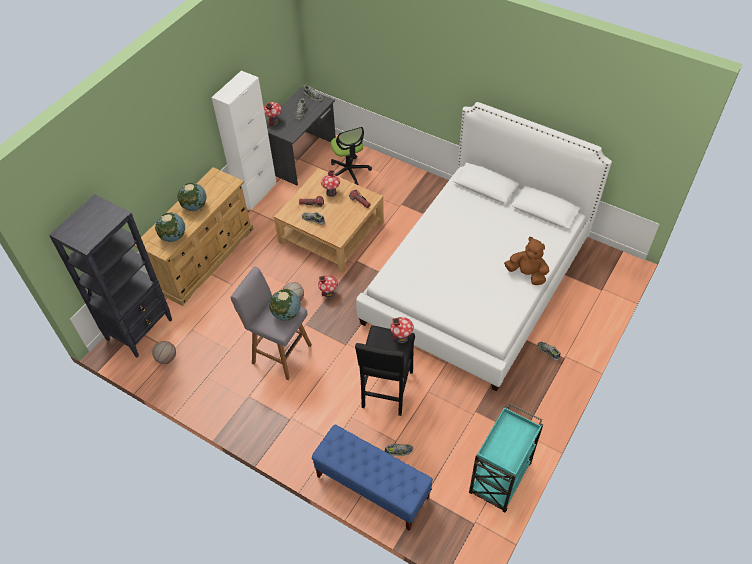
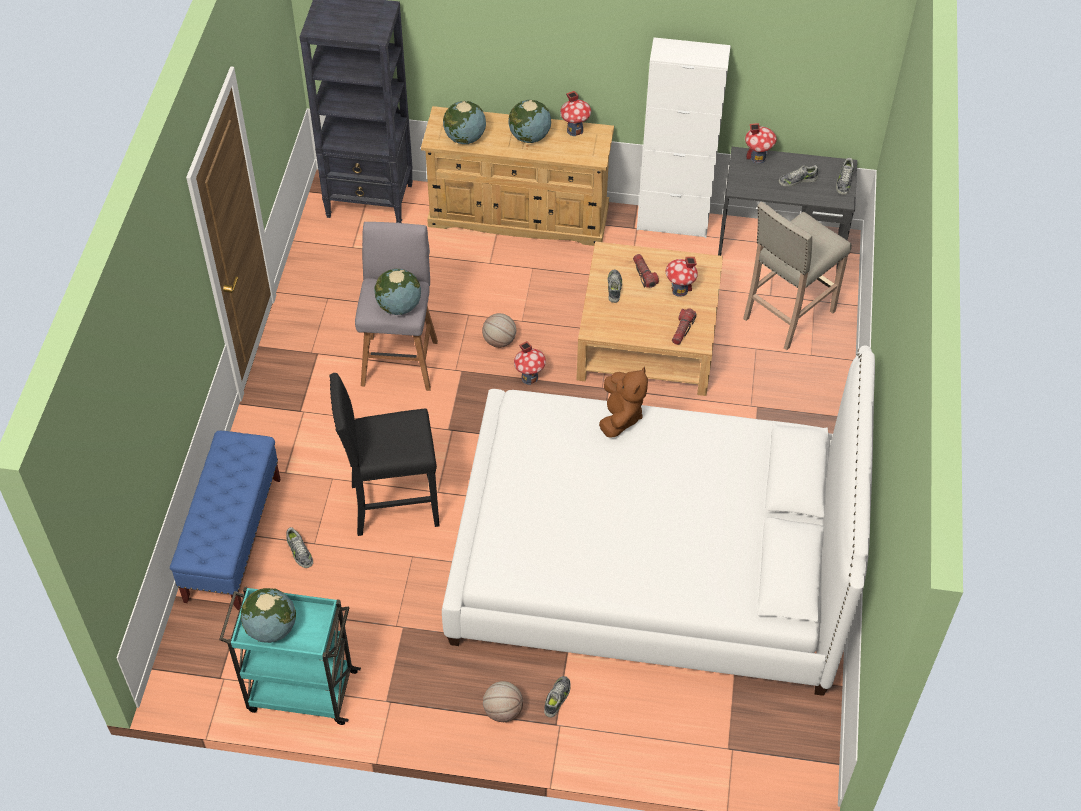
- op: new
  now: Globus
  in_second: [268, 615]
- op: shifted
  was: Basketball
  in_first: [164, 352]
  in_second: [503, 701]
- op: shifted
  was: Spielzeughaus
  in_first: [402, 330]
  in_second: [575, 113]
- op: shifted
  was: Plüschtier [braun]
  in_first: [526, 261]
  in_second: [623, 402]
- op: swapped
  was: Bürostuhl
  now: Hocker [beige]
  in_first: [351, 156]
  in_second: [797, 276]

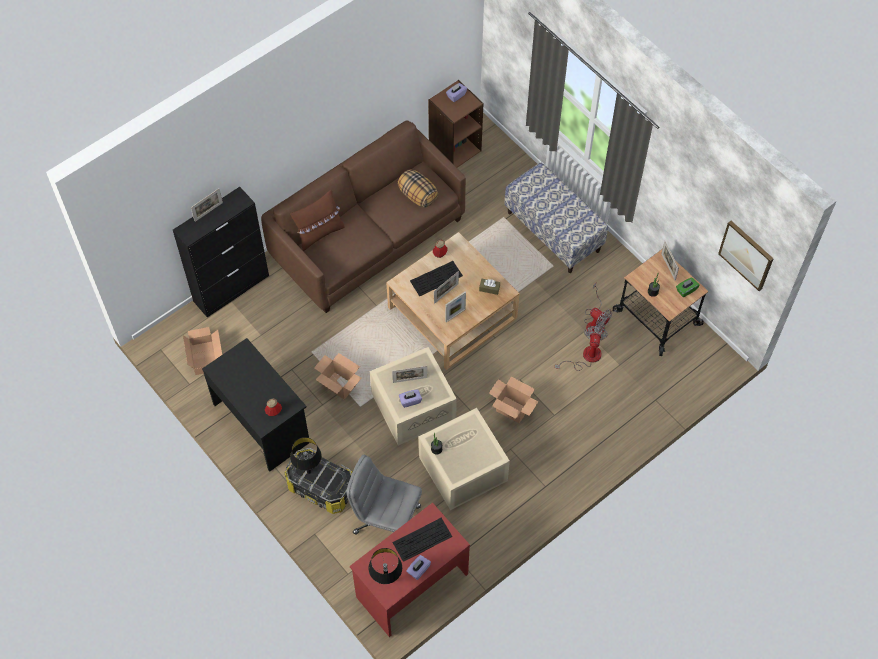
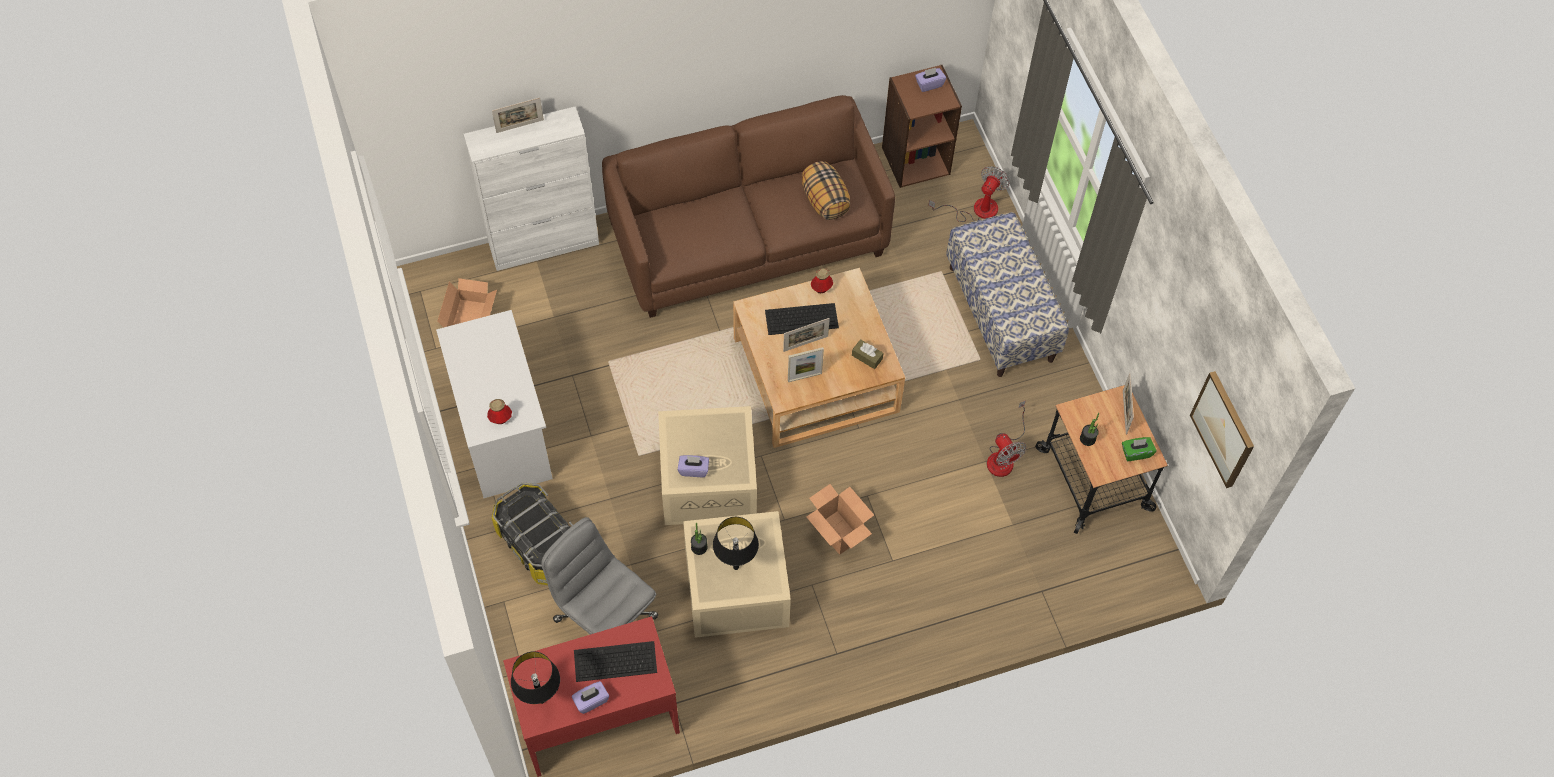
- op: repainted
  was: Schreibtisch [schwarz]
  now: Schreibtisch [weiß]
  in_first: [255, 405]
  in_second: [494, 404]
- op: repainted
  was: Schrank [schwarz]
  now: Schrank [weiß]
  in_first: [221, 252]
  in_second: [531, 189]
- op: shifted
  was: Tischlampe [schwarz]
  in_first: [306, 455]
  in_second: [736, 543]
- op: shifted
  was: Ventilator
  in_first: [581, 348]
  in_second: [969, 194]
- op: gone
  was: Kissen [braun]
  in_first: [317, 220]
- op: gone
  was: Karton
  in_first: [338, 376]
- op: gone
  was: Bilderrahmen
  in_first: [409, 374]

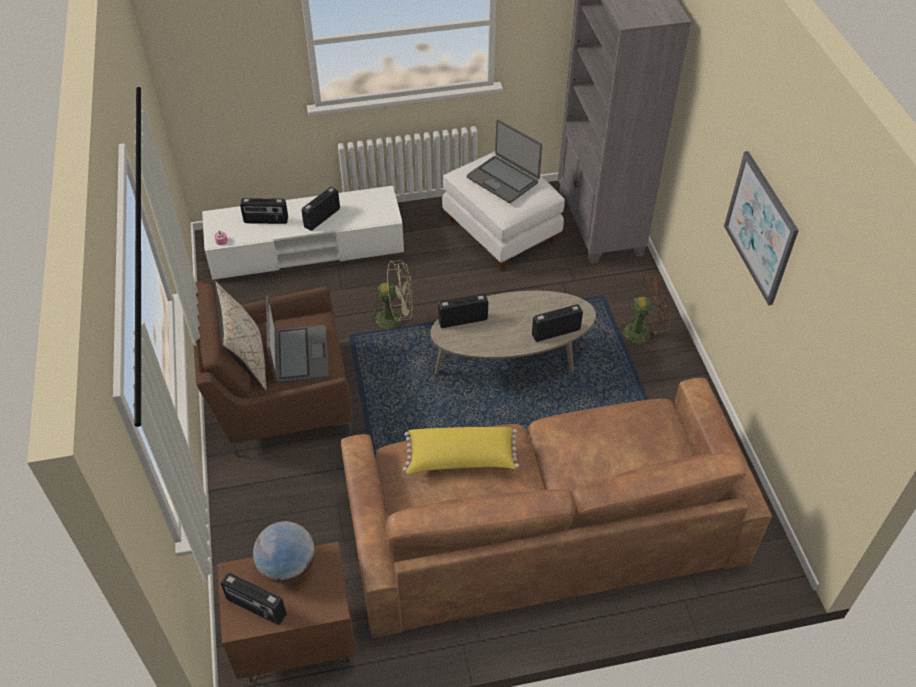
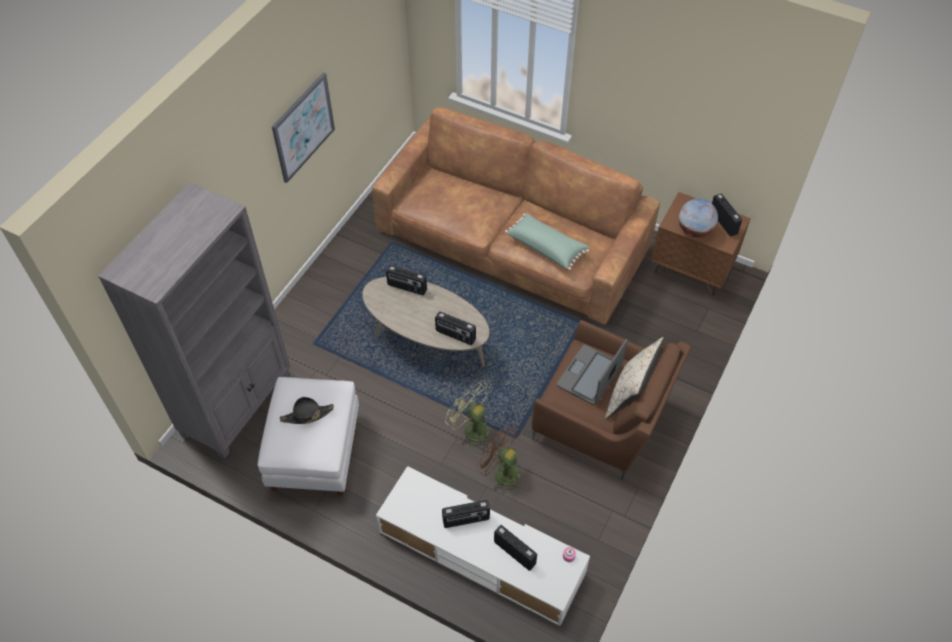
- op: swapped
  was: Laptop
  now: Hut [schwarz]
  in_first: [504, 161]
  in_second: [307, 410]
- op: shifted
  was: Ventilator [braun]
  in_first: [643, 312]
  in_second: [498, 458]
- op: repainted
  was: Kissen [gelb]
  now: Kissen [grün]
  in_first: [461, 450]
  in_second: [547, 241]

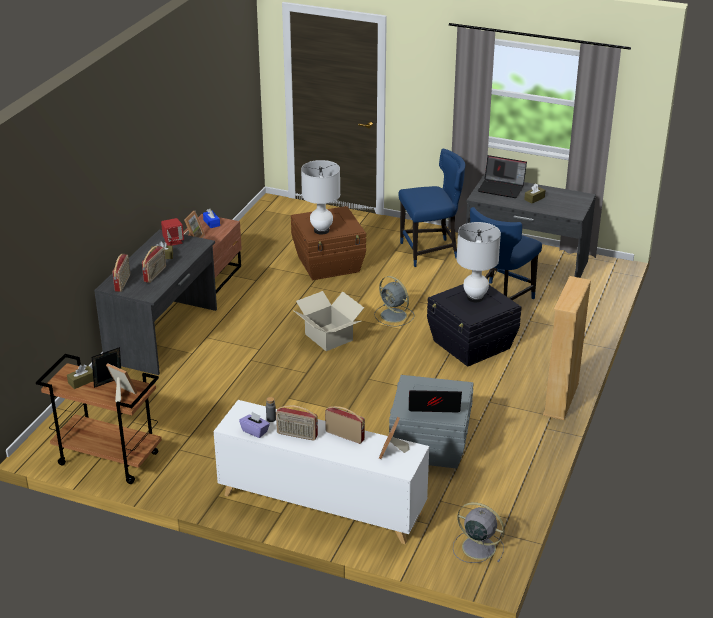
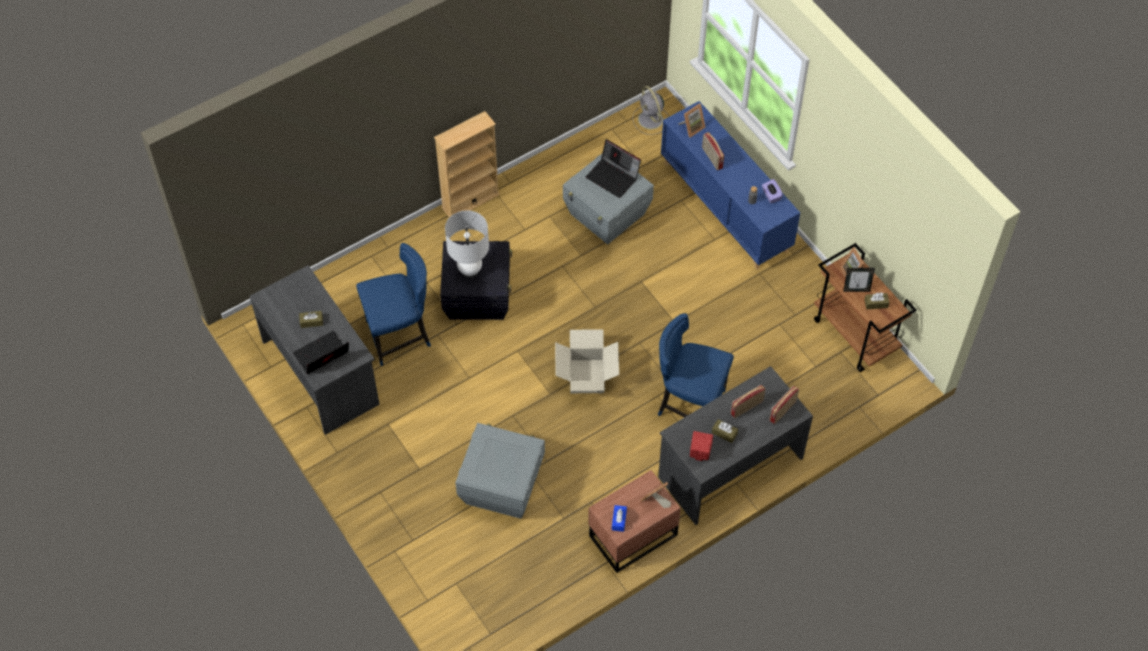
- op: rotated
  was: Laptop
  in_first: [502, 176]
  in_second: [321, 352]
  clockwise: -90
- op: repainted
  was: Aufbewahrungsbox [braun]
  now: Aufbewahrungsbox [grau]
  in_first: [328, 243]
  in_second: [500, 471]
- op: shifted
  was: Stuhl [blau]
  in_first: [431, 208]
  in_second: [696, 365]
- op: repainted
  was: Schrank [weiß]
  now: Schrank [blau]
  in_first: [321, 472]
  in_second: [730, 185]
- op: gone
  was: Radio
  in_first: [297, 423]
- op: gone
  was: Tischlampe [weiß]
  in_first: [320, 197]
- op: gone
  was: Ventilator [grau]
  in_first: [394, 301]

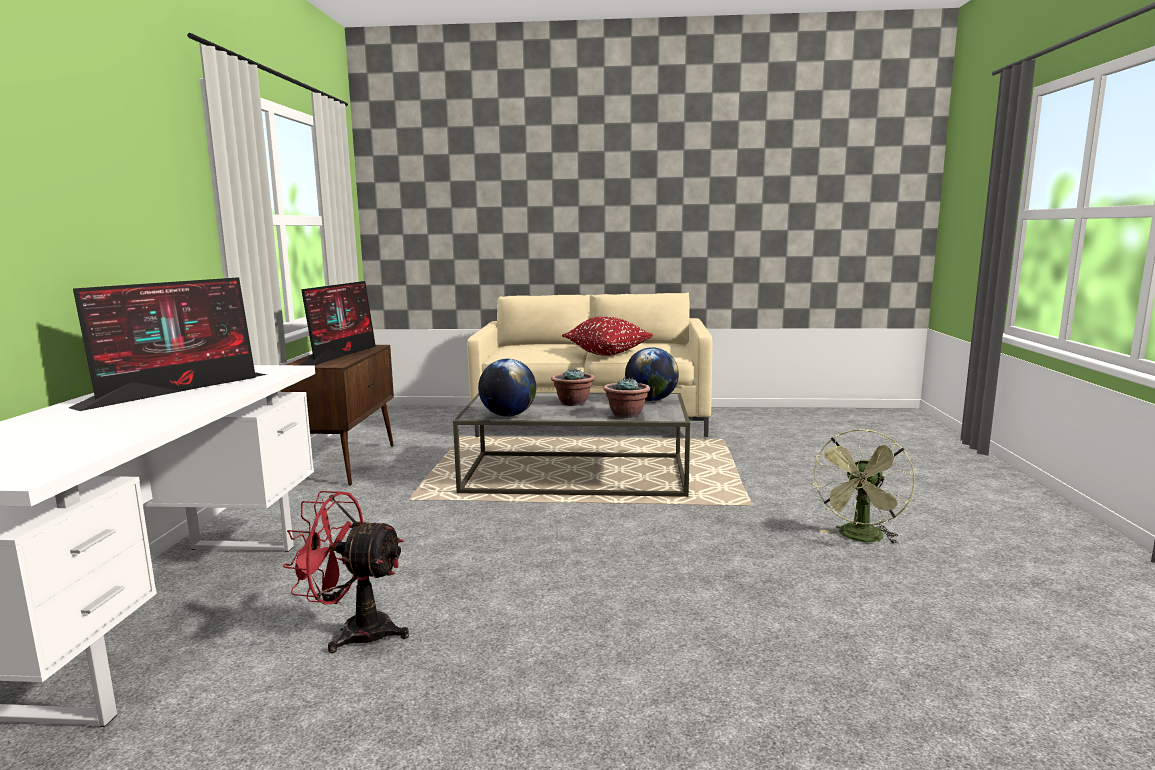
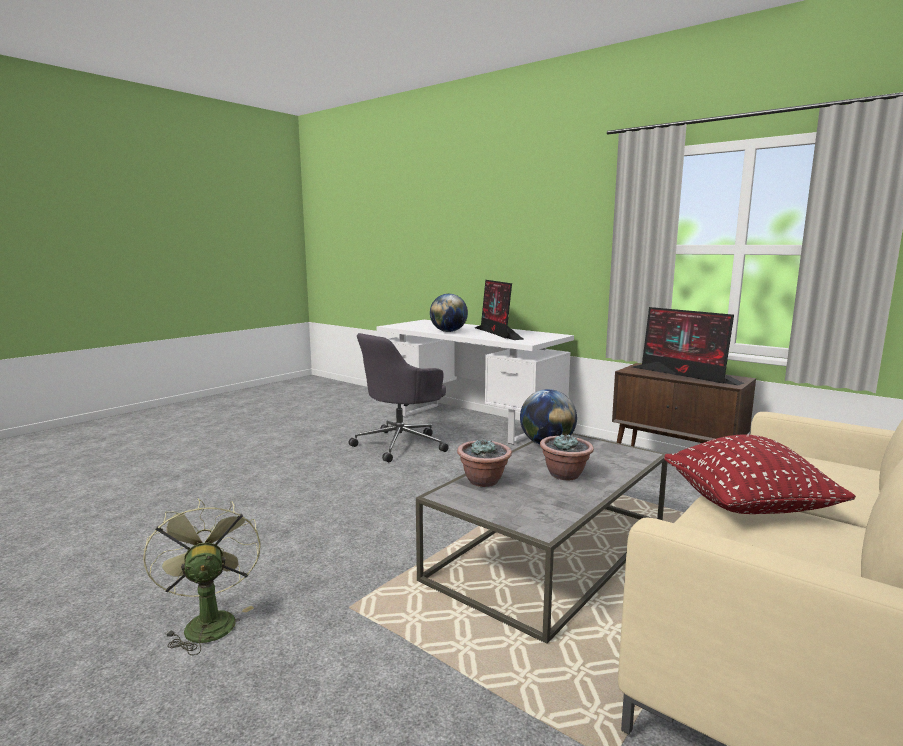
- op: swapped
  was: Ventilator [rot]
  now: Bürostuhl [grau]
  in_first: [346, 572]
  in_second: [399, 397]
- op: shifted
  was: Globus
  in_first: [652, 374]
  in_second: [449, 313]

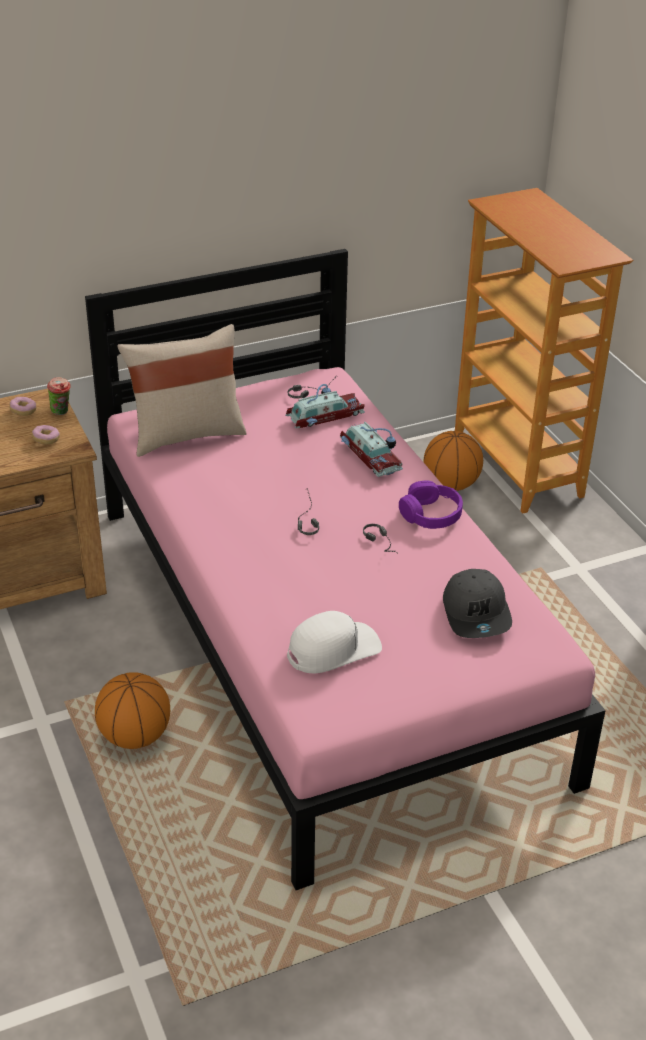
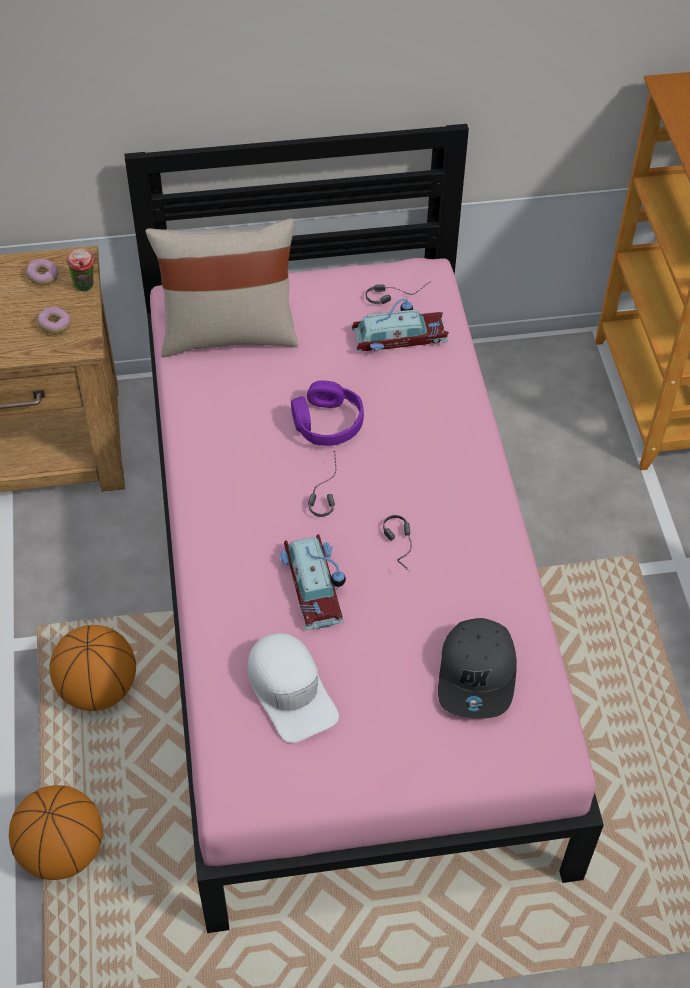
- op: shifted
  was: Basketball
  in_first: [453, 461]
  in_second: [56, 832]
- op: rotated
  was: Kappe [weiß]
  in_first: [334, 642]
  in_second: [293, 688]
  clockwise: 75
- op: shifted
  was: Spielzeugauto
  in_first: [371, 449]
  in_second: [312, 582]
- op: shifted
  was: Kopfhörer [lila]
  in_first: [431, 505]
  in_second: [327, 413]

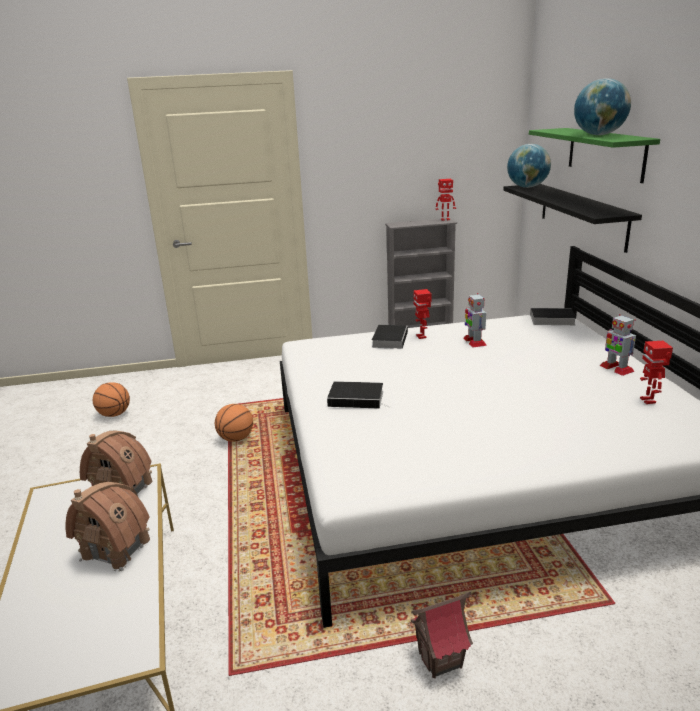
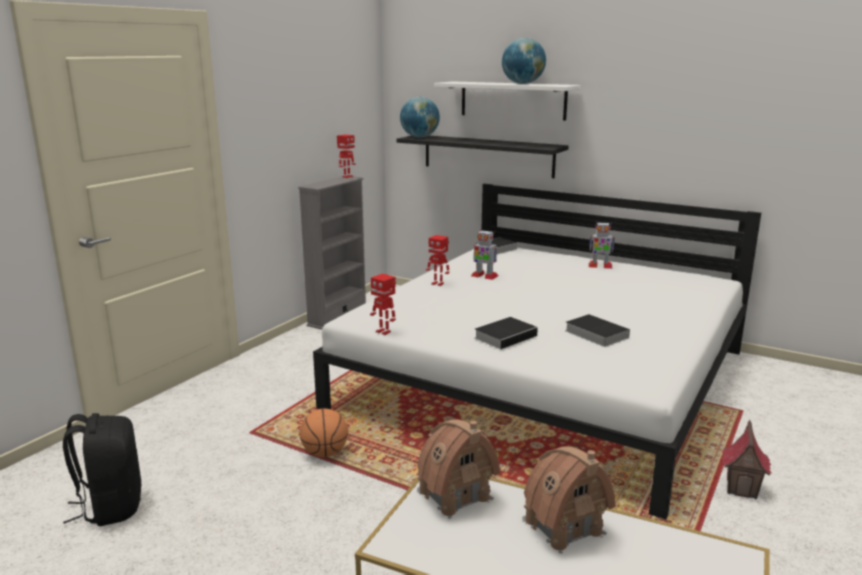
- op: swapped
  was: Basketball
  now: Rucksack [schwarz]
  in_first: [111, 399]
  in_second: [102, 469]
- op: shifted
  was: Spielzeugroboter
  in_first: [656, 372]
  in_second: [383, 304]
- op: repainted
  was: Wandregal [grün]
  now: Wandregal [weiß]
  in_first: [594, 155]
  in_second: [507, 101]
- op: shifted
  was: Buch
  in_first: [390, 337]
  in_second: [597, 330]

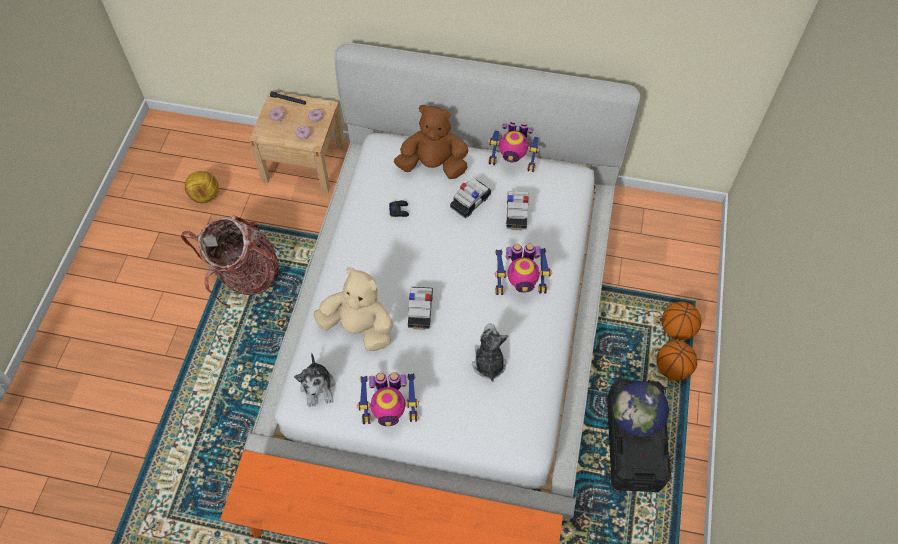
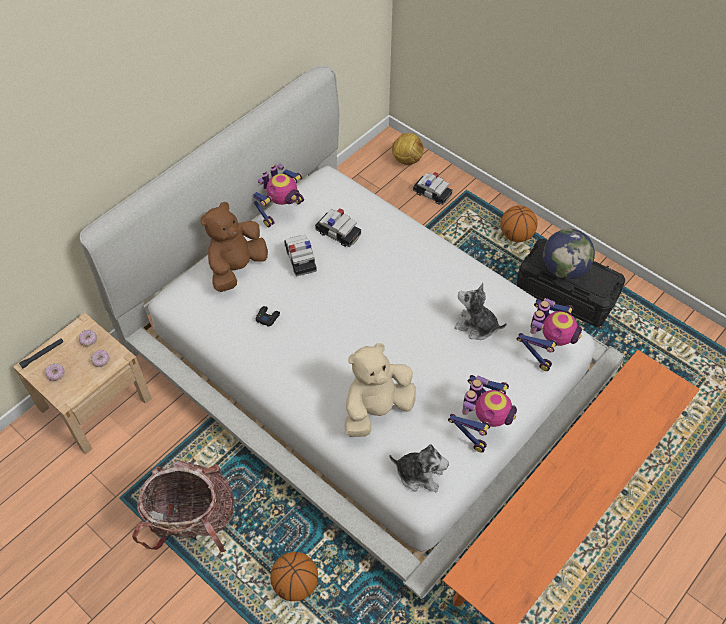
- op: shifted
  was: Basketball
  in_first: [681, 321]
  in_second: [294, 576]
- op: shifted
  was: Fußball
  in_first: [202, 187]
  in_second: [408, 149]
- op: shifted
  was: Spielzeugauto
  in_first: [420, 308]
  in_second: [433, 188]
- op: shifted
  was: Spielzeugroboter
  in_first: [523, 269]
  in_second: [549, 334]

